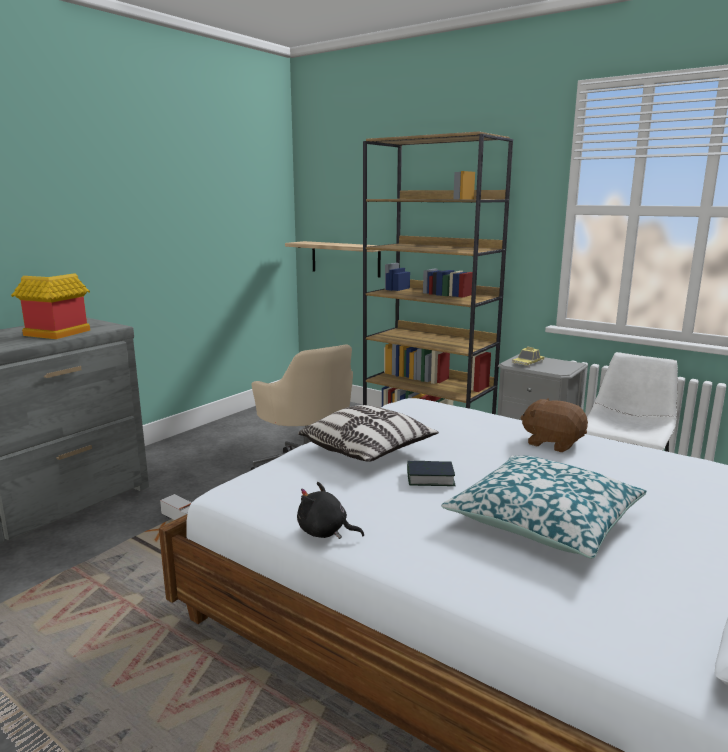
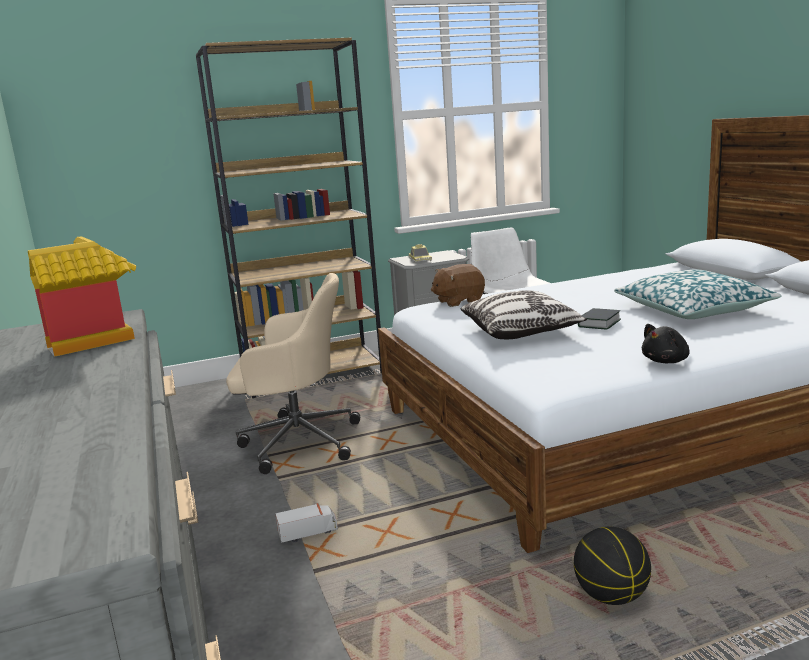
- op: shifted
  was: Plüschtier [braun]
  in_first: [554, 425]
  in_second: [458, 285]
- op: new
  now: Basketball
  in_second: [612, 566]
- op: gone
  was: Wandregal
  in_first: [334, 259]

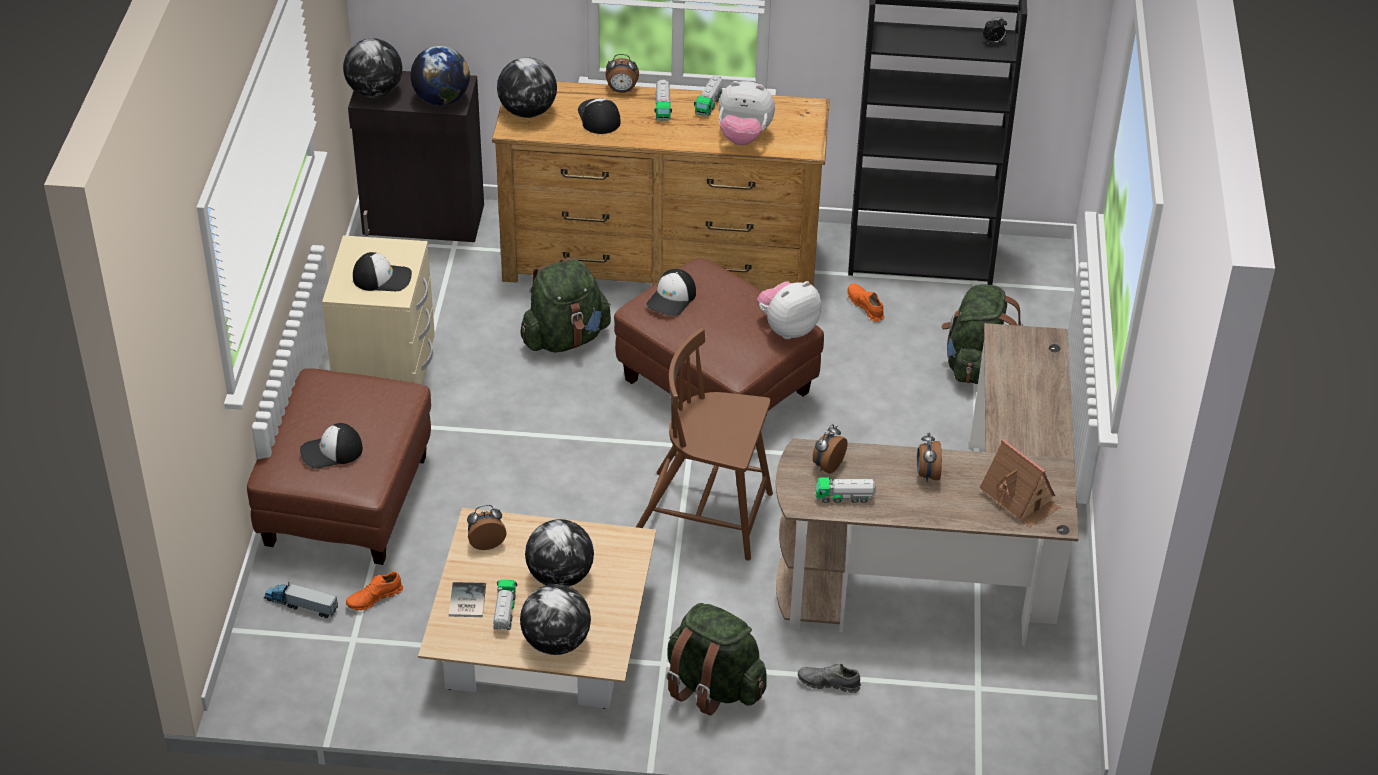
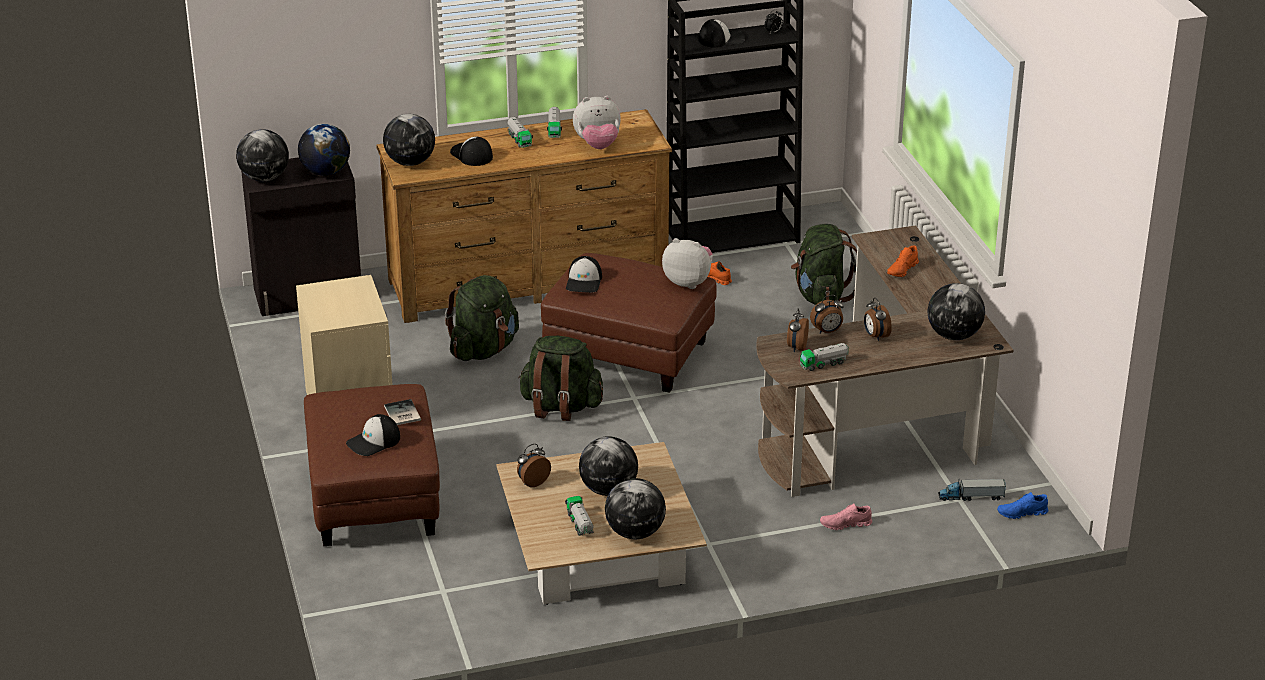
- op: shifted
  was: Buch
  in_first: [467, 599]
  in_second: [402, 412]
- op: shifted
  was: Rucksack [grün]
  in_first: [716, 659]
  in_second: [560, 378]
- op: rotated
  was: Plüschtier
  in_first: [789, 310]
  in_second: [687, 263]
  clockwise: 75
- op: shifted
  was: Kappe
  in_first: [382, 271]
  in_second: [721, 33]
- op: shifted
  was: Wecker
  in_first: [622, 73]
  in_second: [827, 314]
- op: repainted
  was: Schuh [grau]
  now: Schuh [rosa]
  in_first: [829, 678]
  in_second: [846, 517]
- op: shifted
  was: Schuh [orange]
  in_first: [374, 591]
  in_second: [903, 261]
- op: swapped
  was: Spielzeughaus
  now: Globus
  in_first: [1019, 483]
  in_second: [956, 311]
- op: shifted
  was: Spielzeuglaster
  in_first: [301, 600]
  in_second: [972, 490]
- op: new
  now: Schuh [blau]
  in_second: [1022, 505]
- op: gone
  was: Stuhl [braun]
  in_first: [704, 444]

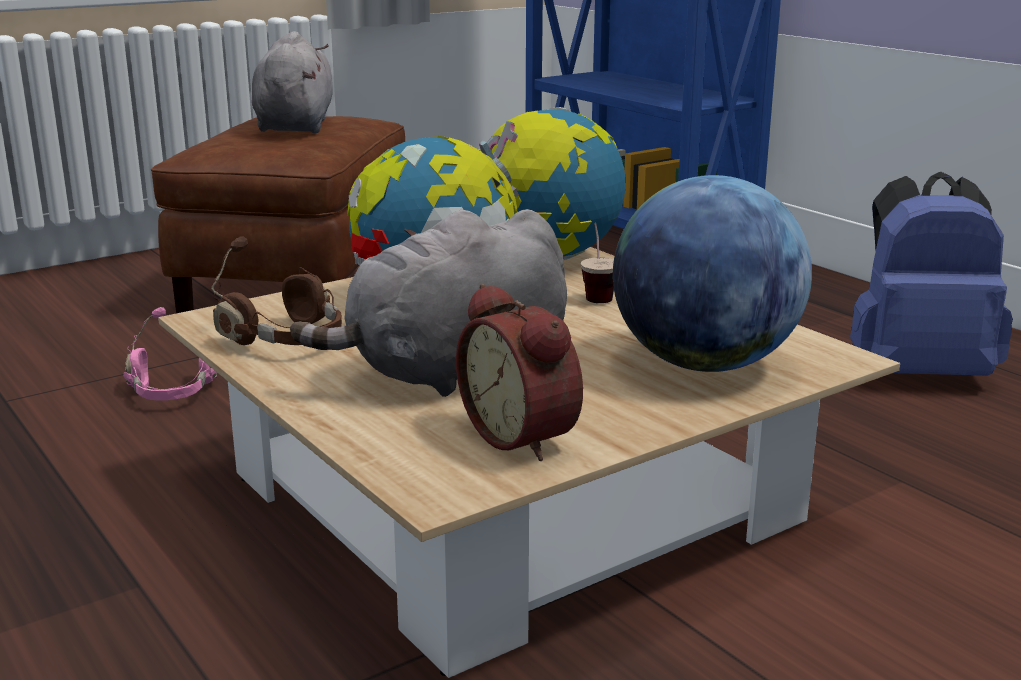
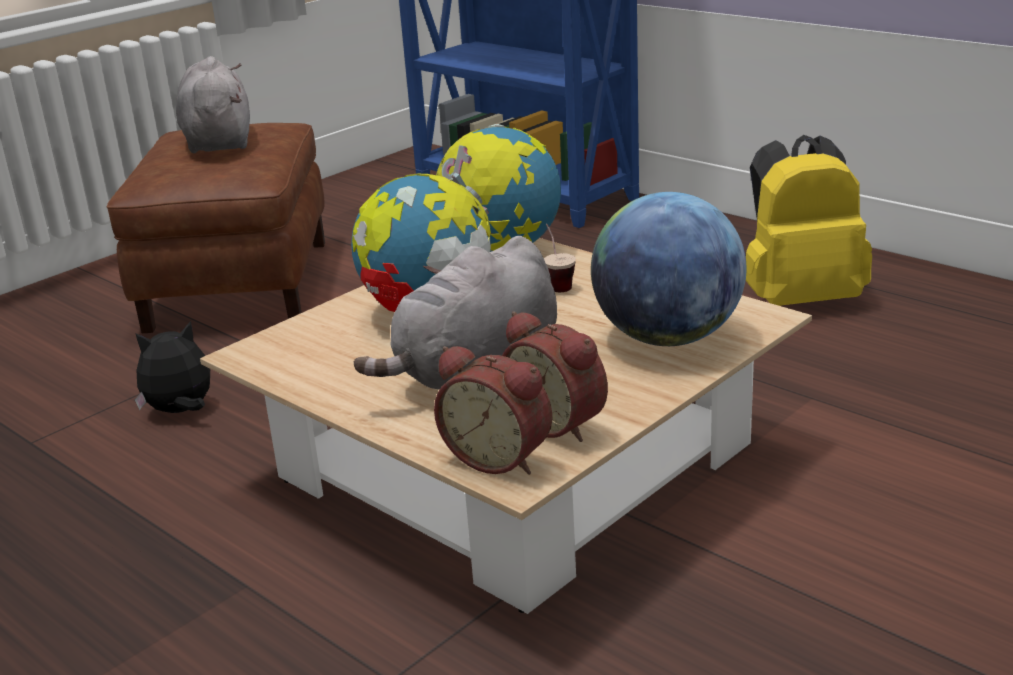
- op: swapped
  was: Kopfhörer [rosa]
  now: Plüschtier
  in_first: [170, 353]
  in_second: [172, 367]
- op: new
  now: Wecker
  in_second: [493, 410]
- op: repainted
  was: Rucksack [blau]
  now: Rucksack [gelb]
  in_first: [931, 273]
  in_second: [809, 220]
- op: gone
  was: Kopfhörer [braun]
  in_first: [276, 290]

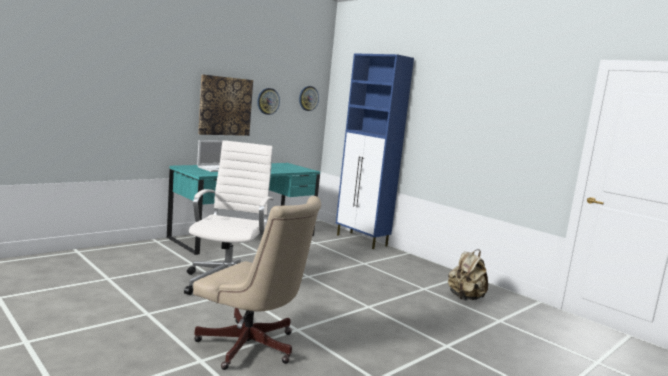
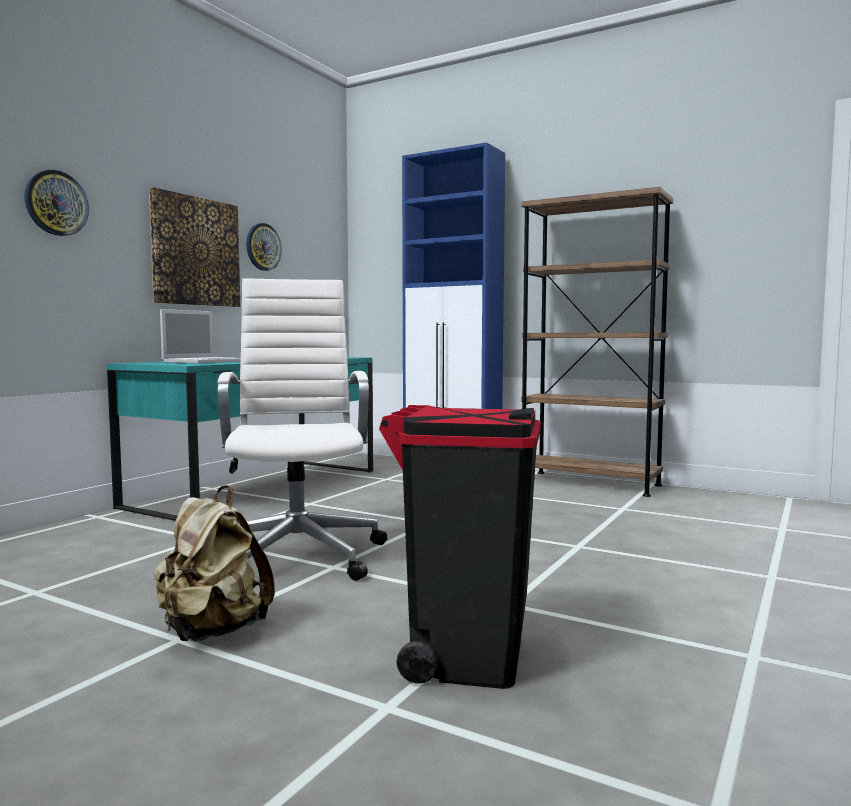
- op: shifted
  was: Wanduhr
  in_first: [309, 98]
  in_second: [56, 203]
- op: shifted
  was: Rucksack [beige]
  in_first: [468, 274]
  in_second: [214, 563]
- op: swapped
  was: Bürostuhl [beige]
  now: Mülleimer [schwarz]
  in_first: [257, 283]
  in_second: [460, 547]
- op: new
  now: Bücherregal [braun]
  in_second: [597, 342]

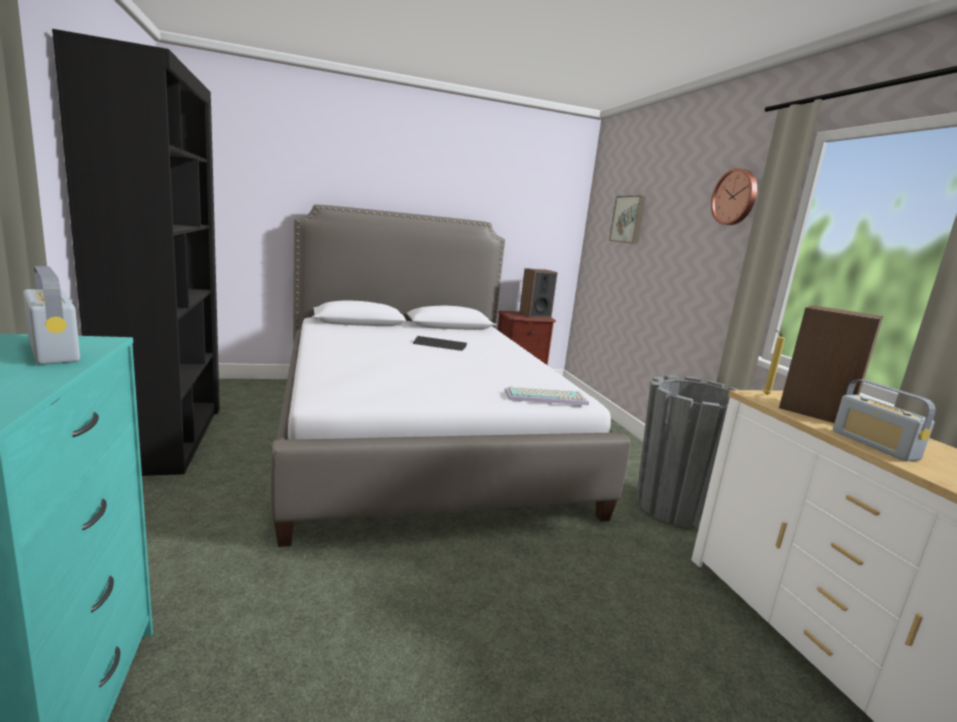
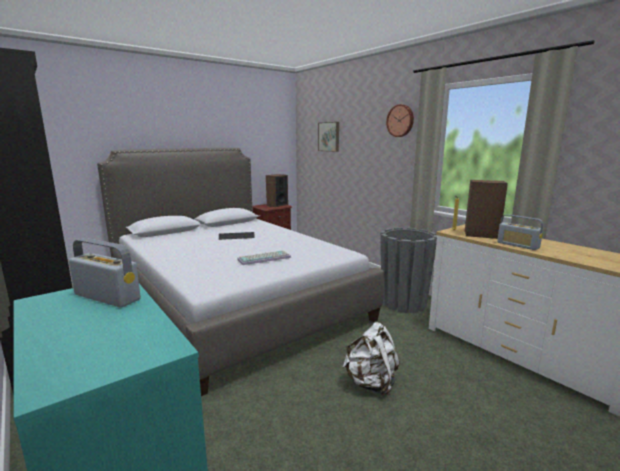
- op: shifted
  was: Tastatur
  in_first: [547, 396]
  in_second: [264, 257]
- op: new
  now: Rucksack [weiß]
  in_second: [371, 359]

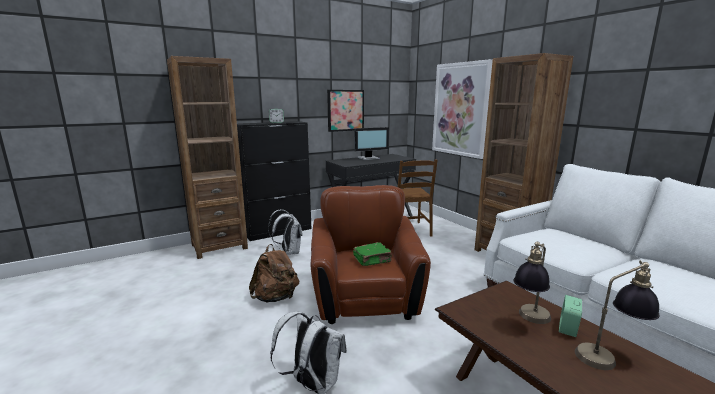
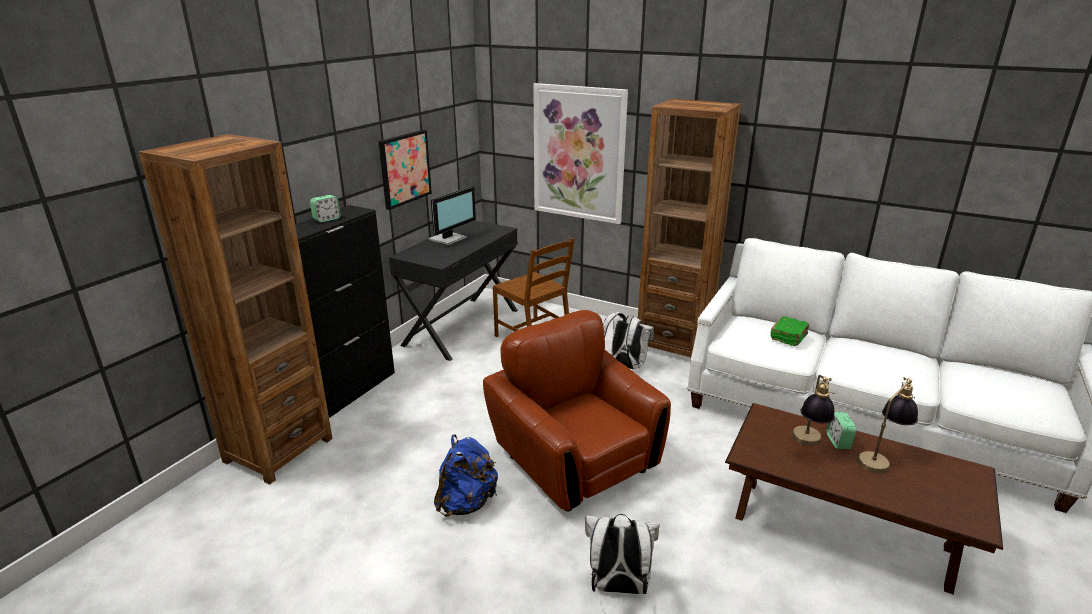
- op: repainted
  was: Rucksack [braun]
  now: Rucksack [blau]
  in_first: [274, 273]
  in_second: [466, 475]
- op: shifted
  was: Rucksack [weiß]
  in_first: [285, 232]
  in_second: [628, 341]
- op: shifted
  was: Buch [grün]
  in_first: [372, 254]
  in_second: [790, 331]

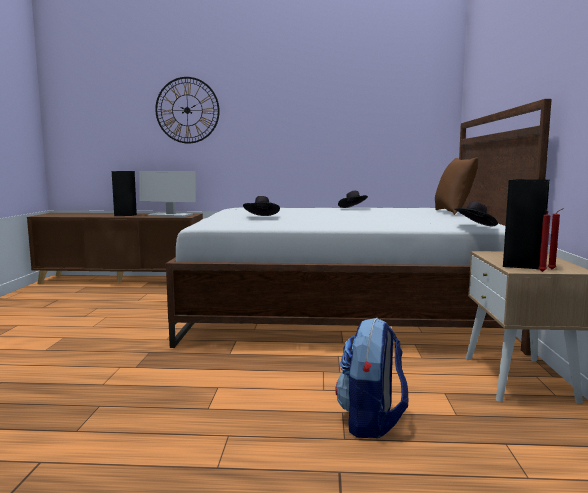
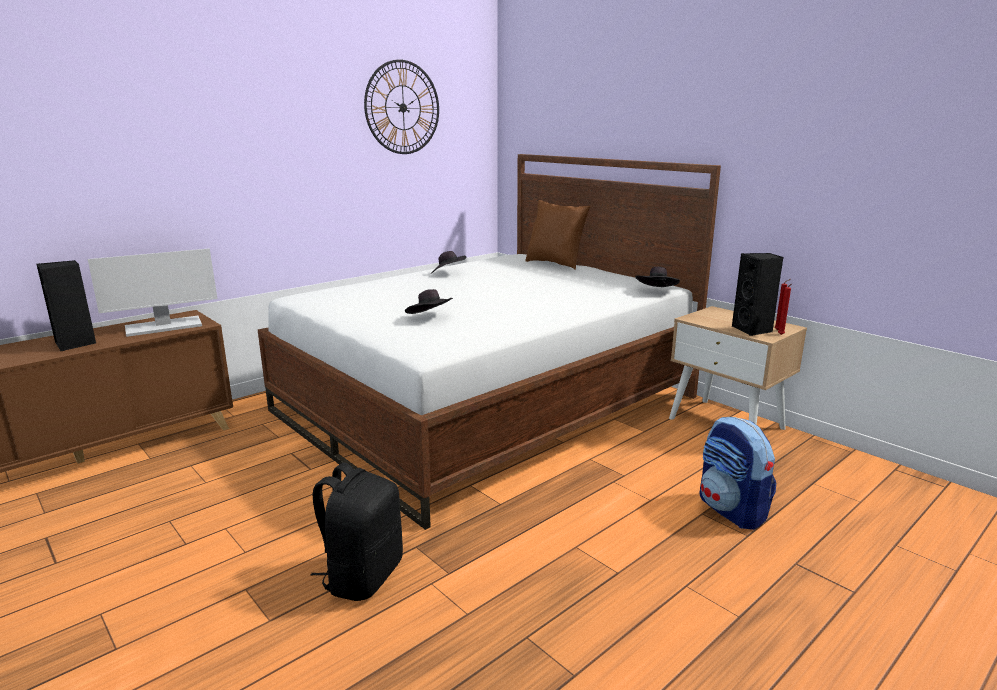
- op: new
  now: Rucksack [schwarz]
  in_second: [357, 532]
- op: shifted
  was: Wanduhr
  in_first: [187, 110]
  in_second: [401, 107]

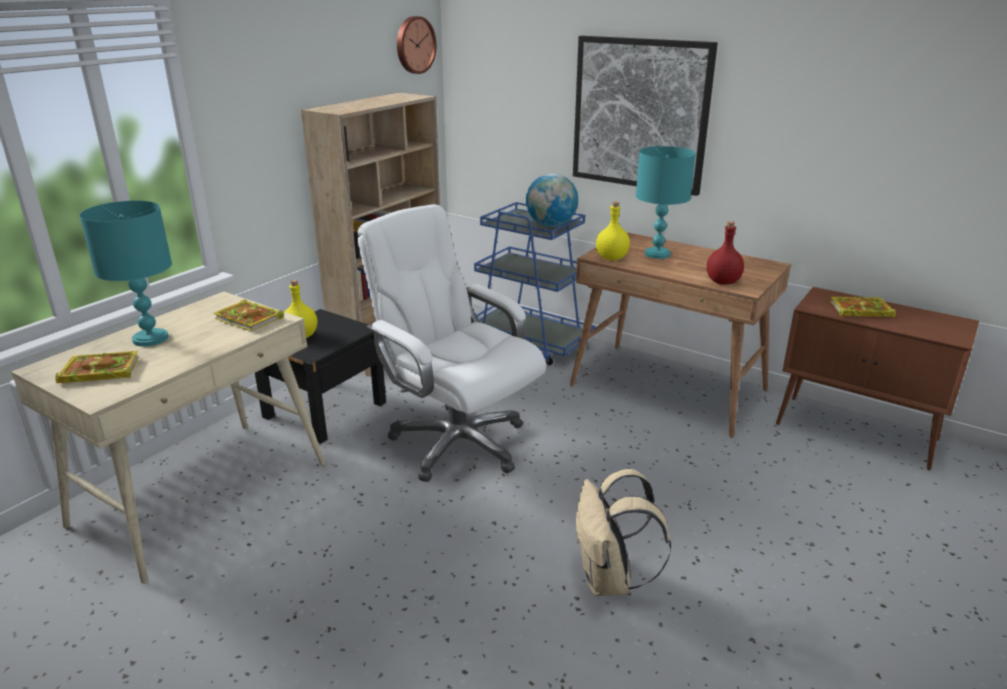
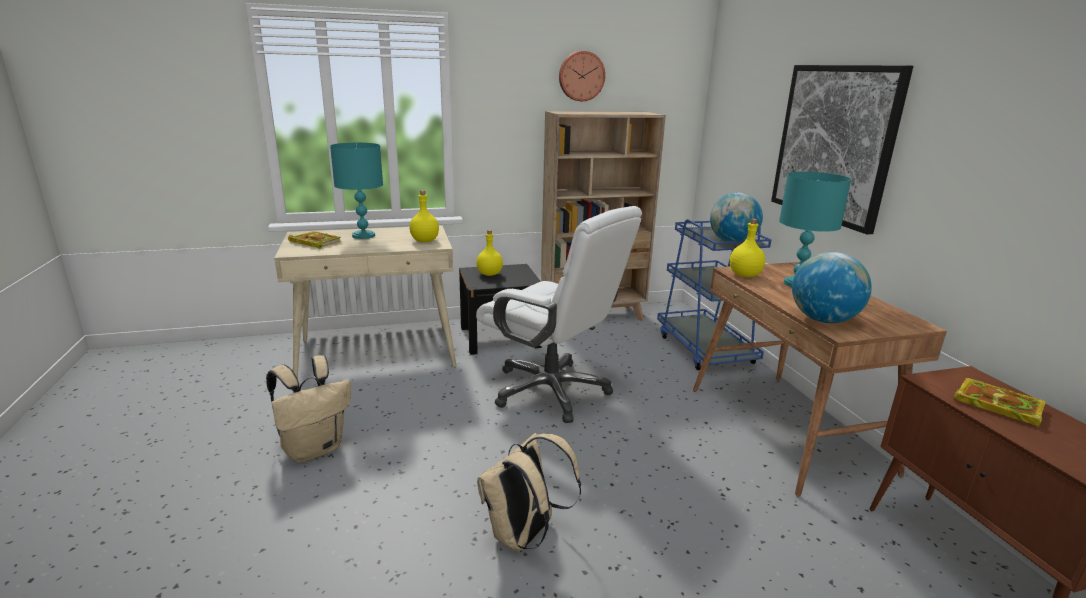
- op: new
  now: Rucksack [beige]
  in_second: [308, 408]
- op: swapped
  was: Buch
  now: Flasche [gelb]
  in_first: [248, 315]
  in_second: [424, 216]
- op: rotated
  was: Bürostuhl [weiß]
  in_first: [451, 343]
  in_second: [559, 314]
  clockwise: 135
- op: shifted
  was: Wanduhr
  in_first: [416, 45]
  in_second: [582, 76]
- op: swapped
  was: Flasche [rot]
  now: Globus
  in_first: [725, 253]
  in_second: [832, 287]

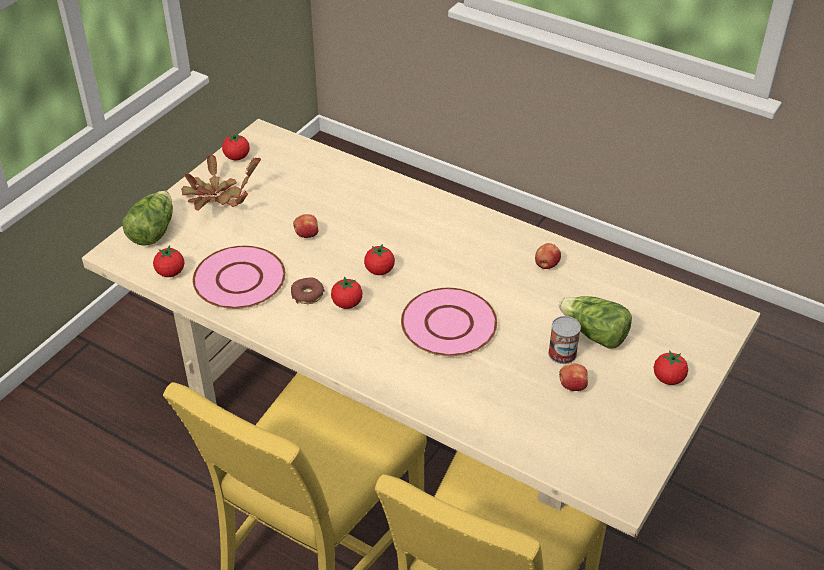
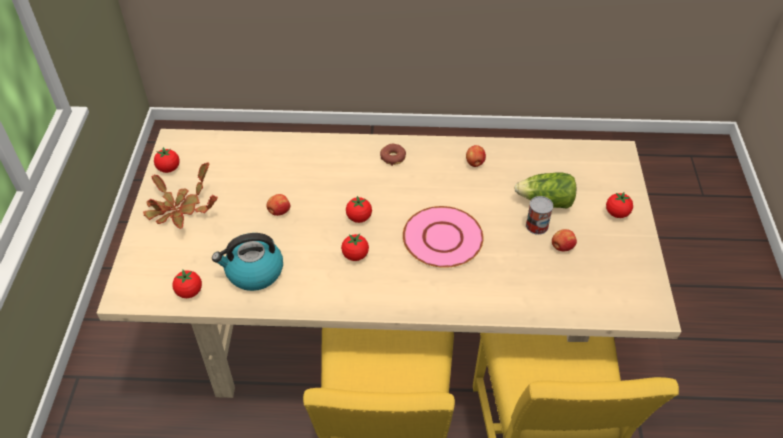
- op: swapped
  was: Teller [rosa]
  now: Wasserkessel
  in_first: [239, 277]
  in_second: [247, 262]
- op: shifted
  was: Donut
  in_first: [308, 290]
  in_second: [393, 155]
- op: gone
  was: Salatkopf
  in_first: [147, 218]

